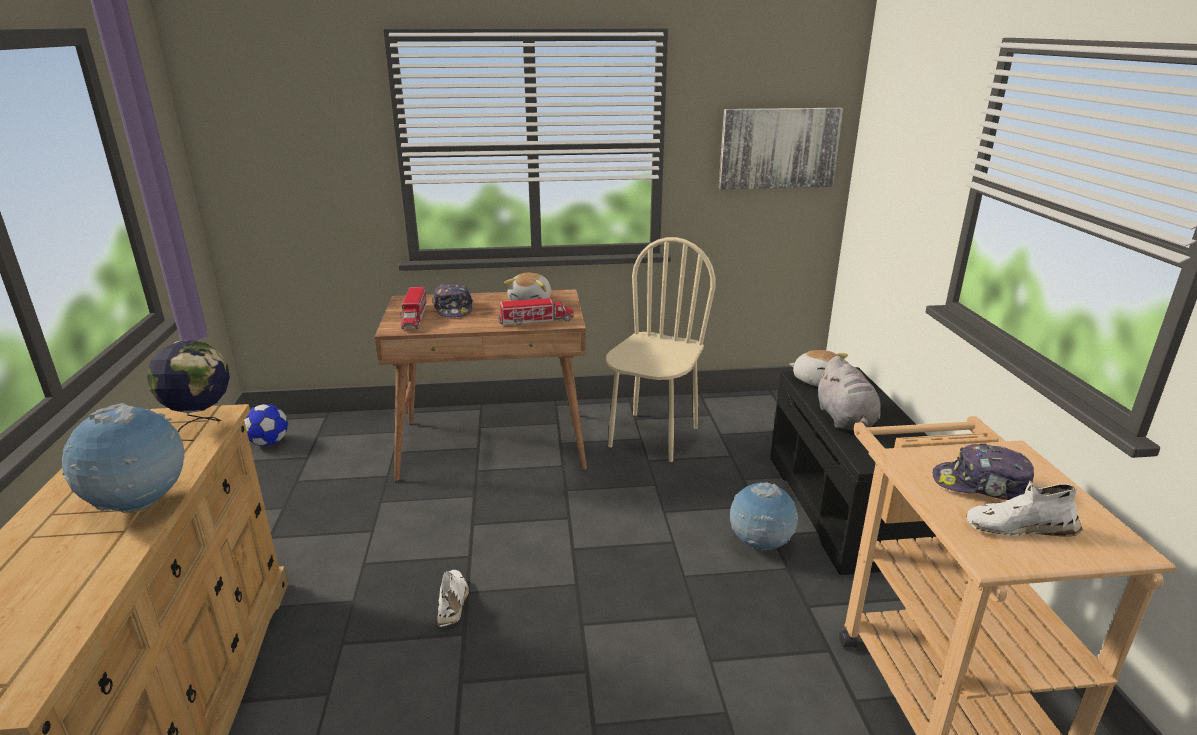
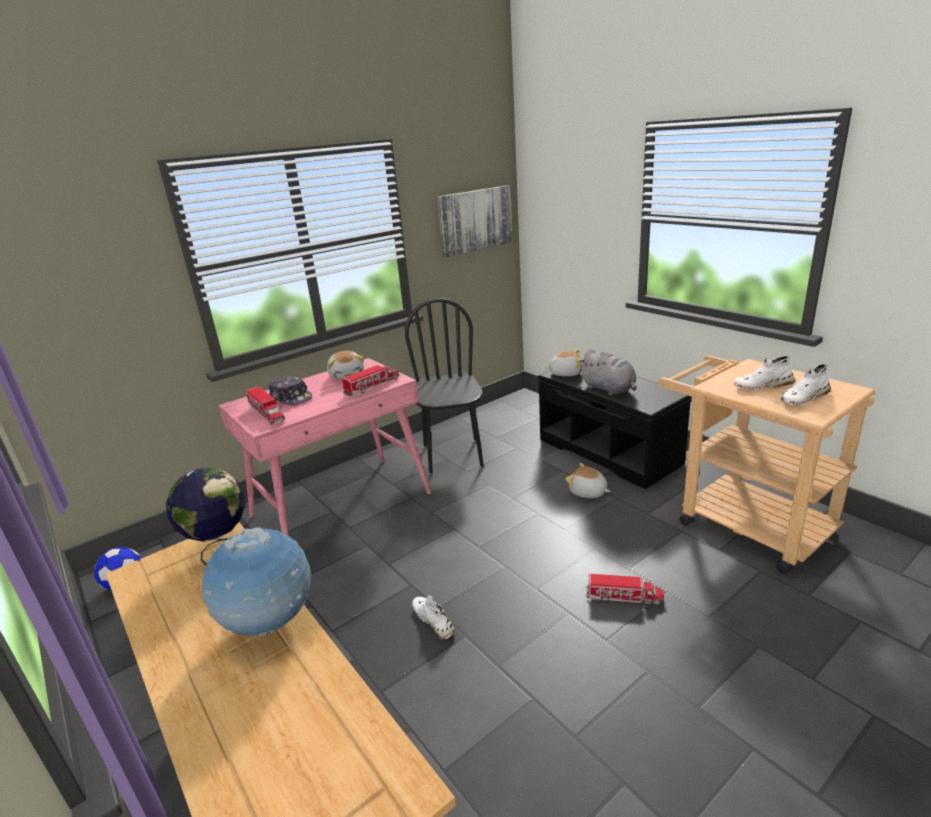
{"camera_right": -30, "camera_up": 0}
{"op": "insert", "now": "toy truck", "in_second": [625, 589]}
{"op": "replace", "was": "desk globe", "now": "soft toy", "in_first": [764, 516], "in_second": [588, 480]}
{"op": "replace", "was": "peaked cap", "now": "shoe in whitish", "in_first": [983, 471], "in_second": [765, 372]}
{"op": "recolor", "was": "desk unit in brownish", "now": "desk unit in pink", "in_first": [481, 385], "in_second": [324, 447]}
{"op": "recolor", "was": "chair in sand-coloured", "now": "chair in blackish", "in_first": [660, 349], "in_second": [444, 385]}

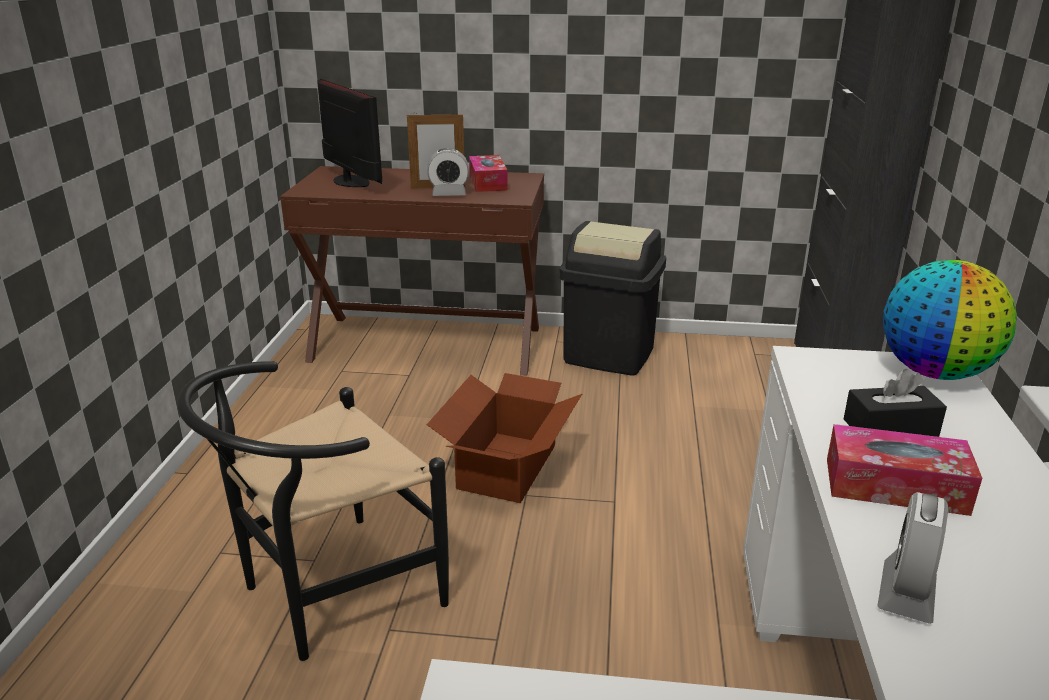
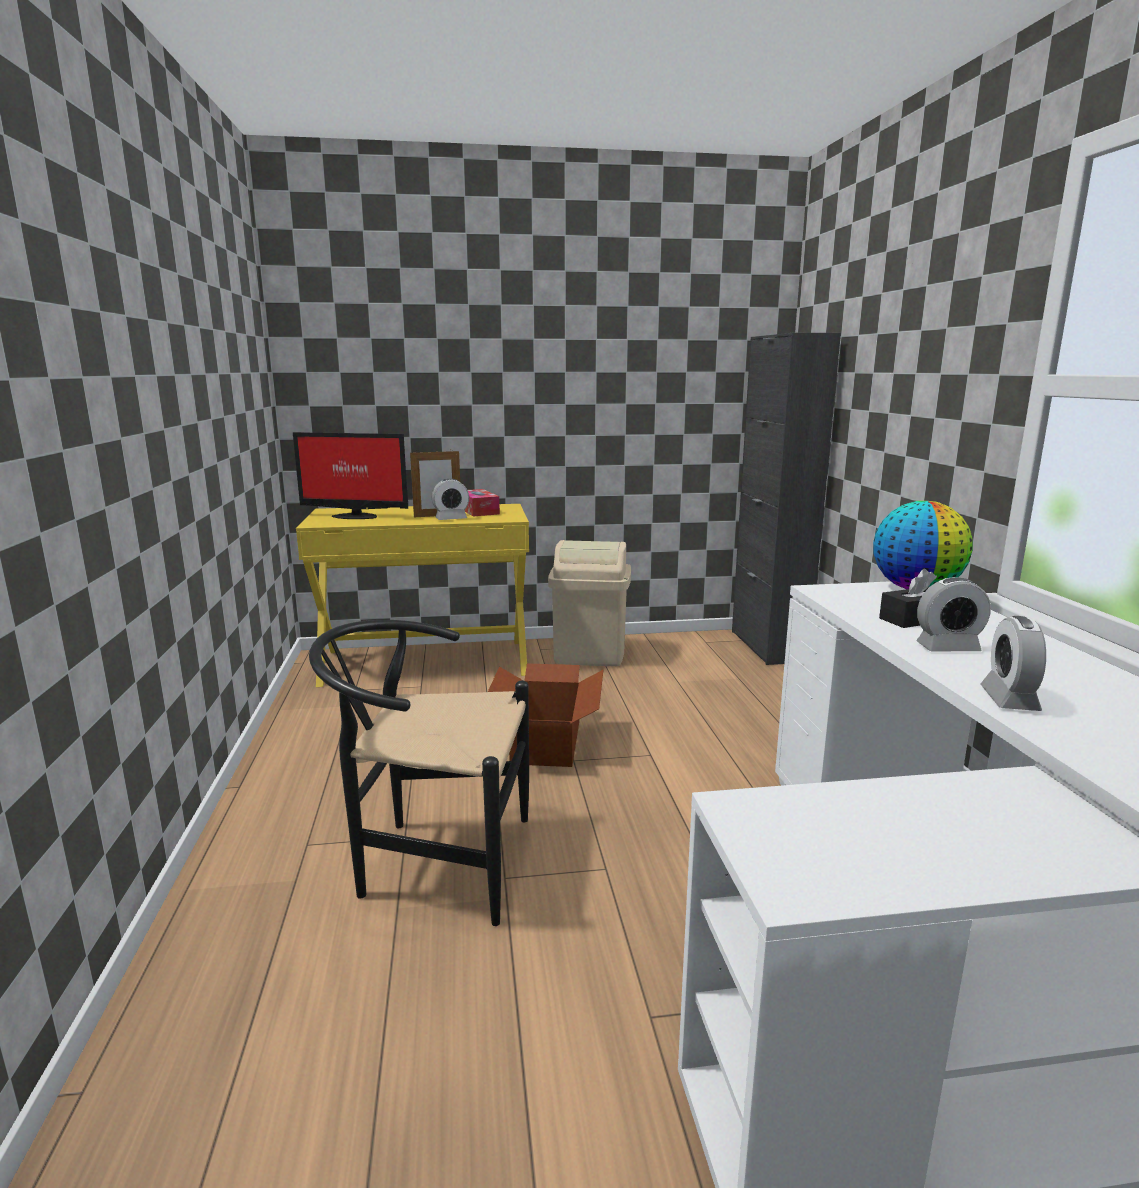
{"camera_right": -15, "camera_up": -10}
{"op": "replace", "was": "box of tissues", "now": "table clock", "in_first": [904, 470], "in_second": [953, 614]}
{"op": "recolor", "was": "desk unit in brownish", "now": "desk unit in yellowish", "in_first": [412, 271], "in_second": [412, 595]}
{"op": "recolor", "was": "waste bin in blackish", "now": "waste bin in sand-coloured", "in_first": [612, 298], "in_second": [589, 603]}
{"op": "rotate", "was": "chair in blackish", "in_first": [313, 511], "in_second": [419, 773], "clockwise": 60}
{"op": "rotate", "was": "computer display", "in_first": [349, 133], "in_second": [350, 475], "clockwise": 150}

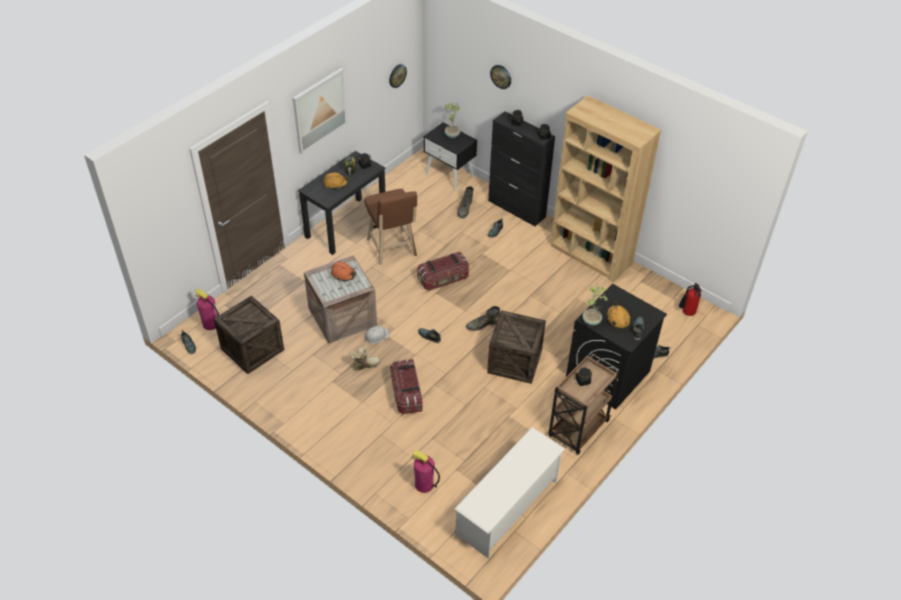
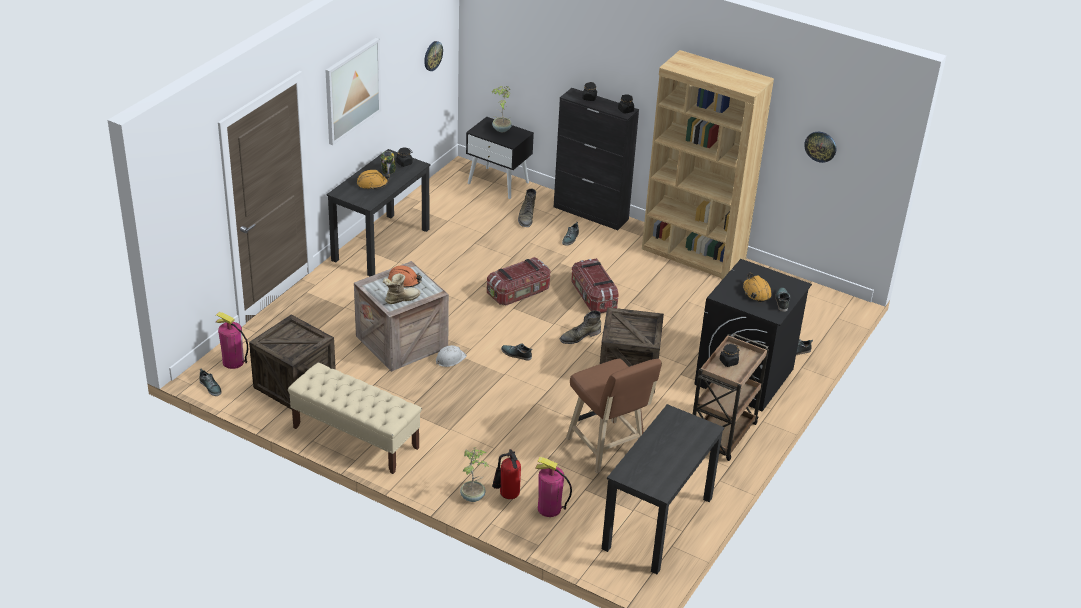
{"camera_right": -10, "camera_up": -10}
{"op": "insert", "now": "long seat in sand-coloured", "in_second": [355, 418]}
{"op": "move", "was": "high-top boot", "in_first": [365, 358], "in_second": [401, 288]}
{"op": "move", "was": "stool seat in brownish", "in_first": [390, 227], "in_second": [614, 416]}
{"op": "move", "was": "storage container", "in_first": [406, 386], "in_second": [595, 285]}
{"op": "move", "was": "clock on the wall", "in_first": [500, 77], "in_second": [820, 147]}
{"op": "move", "was": "potted plant", "in_first": [595, 305], "in_second": [474, 474]}
{"op": "move", "was": "extinguisher", "in_first": [690, 299], "in_second": [506, 474]}
{"op": "replace", "was": "shoe stand in whitish", "now": "desk unit in blackish", "in_first": [509, 493], "in_second": [663, 489]}

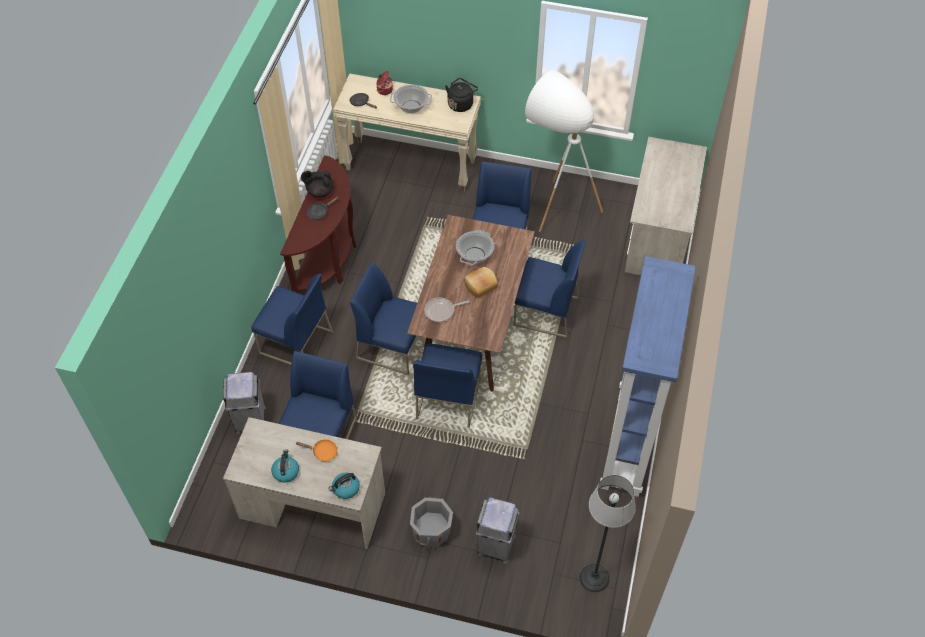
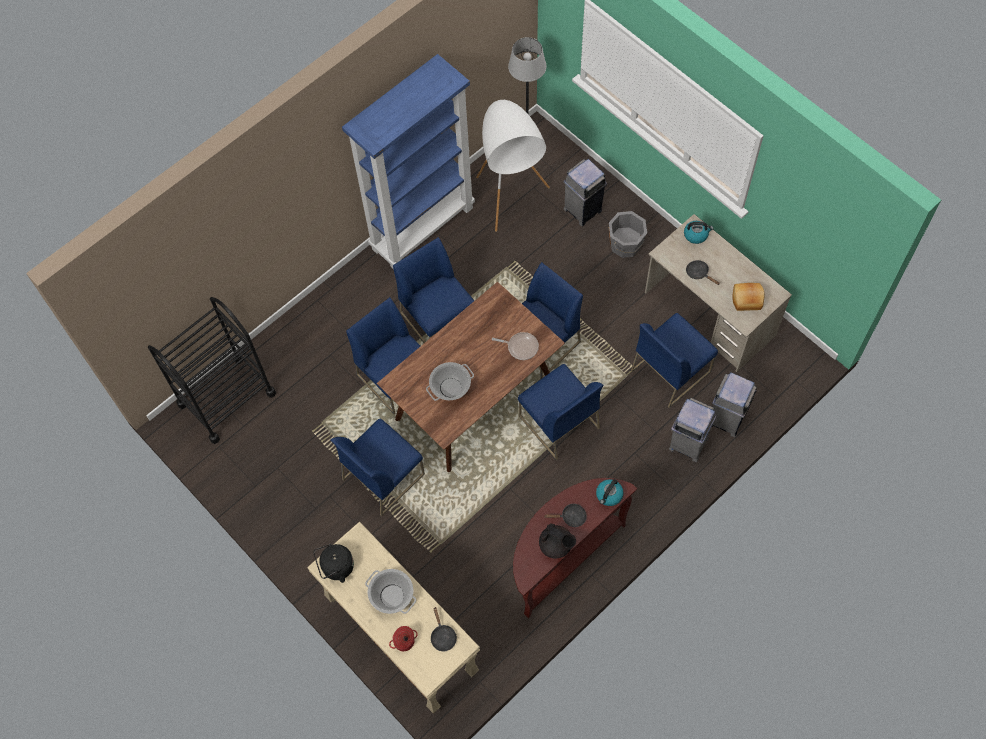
{"camera_right": -145, "camera_up": 10}
{"op": "insert", "now": "waste bin in grey", "in_second": [692, 430]}
{"op": "move", "was": "chair in blue-coloured", "in_first": [292, 319], "in_second": [433, 290]}
{"op": "move", "was": "tea kettle", "in_first": [285, 466], "in_second": [610, 492]}
{"op": "move", "was": "bakery bread", "in_first": [481, 282], "in_second": [749, 297]}
{"op": "move", "was": "standard lamp in whitish", "in_first": [564, 151], "in_second": [513, 166]}
{"op": "replace", "was": "desk unit in sand-coloured", "now": "wheeled cart in blackish", "in_first": [666, 206], "in_second": [212, 370]}
{"op": "recolor", "was": "frying pan in orange", "now": "frying pan in blackish", "in_first": [317, 450], "in_second": [703, 272]}

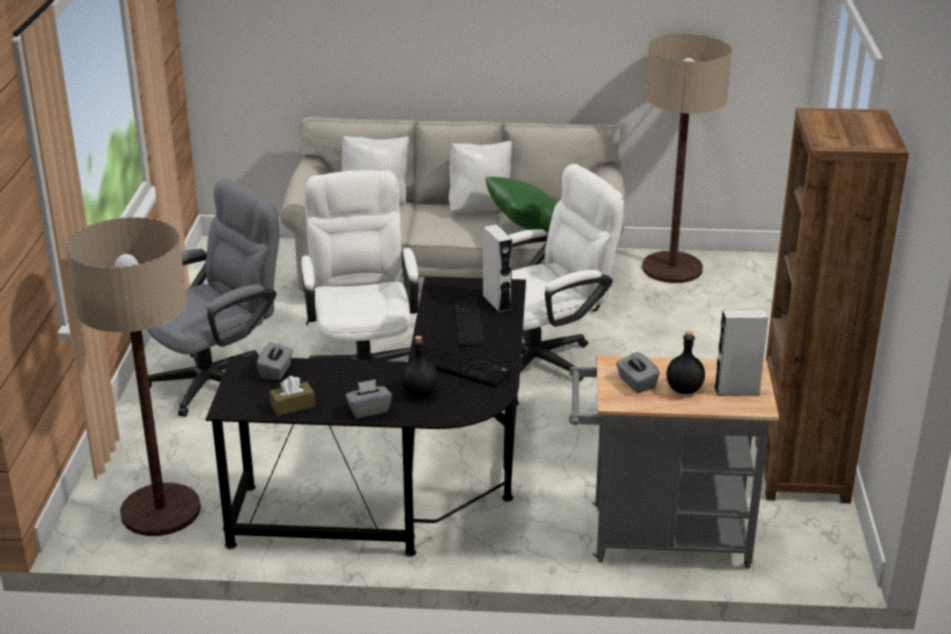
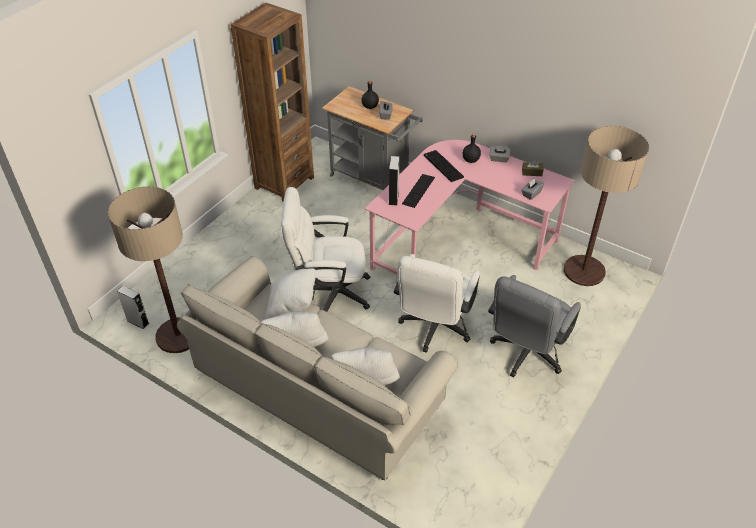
{"camera_right": -150, "camera_up": 15}
{"op": "move", "was": "audio speaker in grey", "in_first": [741, 352], "in_second": [133, 307]}
{"op": "recolor", "was": "desk unit in blackish", "now": "desk unit in pink", "in_first": [366, 417], "in_second": [470, 207]}
{"op": "recolor", "was": "pillow in green-coloured", "now": "pillow in whitish", "in_first": [521, 205], "in_second": [290, 293]}
{"op": "rotate", "was": "office chair in grey", "in_first": [213, 298], "in_second": [534, 326], "clockwise": -45}

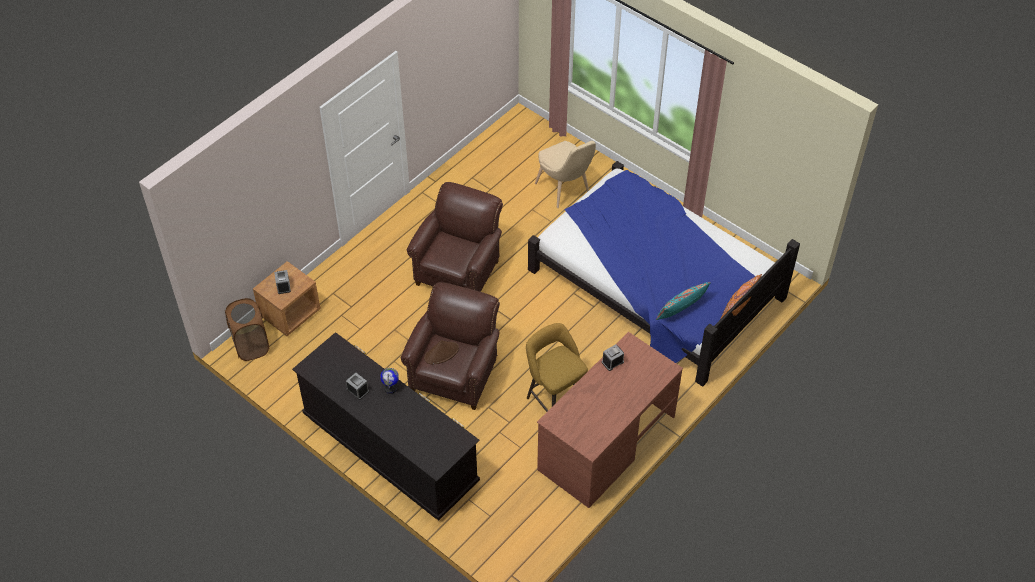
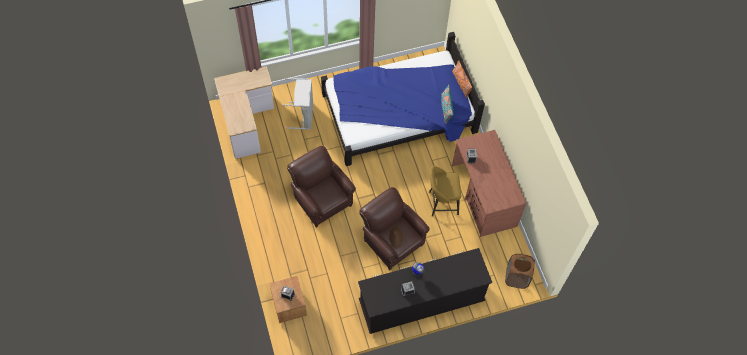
{"camera_right": -60, "camera_up": 10}
{"op": "insert", "now": "desk unit", "in_second": [244, 112]}
{"op": "move", "was": "hamper in brownish", "in_first": [247, 329], "in_second": [520, 271]}
{"op": "replace", "was": "chair in sand-coloured", "now": "hamper in grey", "in_first": [565, 174], "in_second": [297, 104]}

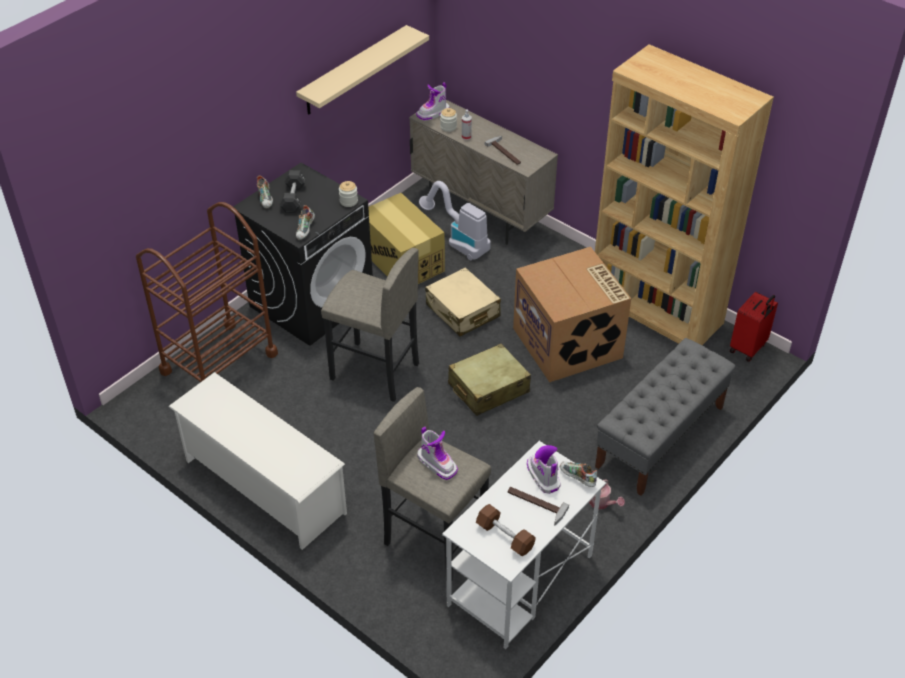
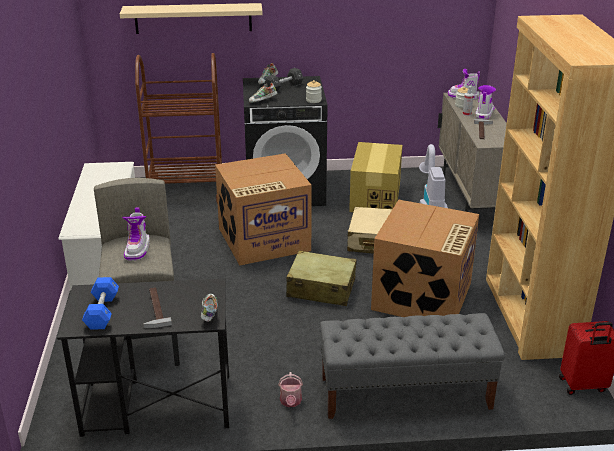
{"camera_right": 45, "camera_up": -15}
{"op": "move", "was": "wall shelf in sand-coloured", "in_first": [362, 70], "in_second": [191, 18]}
{"op": "move", "was": "high-top boot", "in_first": [544, 469], "in_second": [485, 102]}
{"op": "replace", "was": "stool seat in grey", "now": "cardboard box", "in_first": [370, 325], "in_second": [263, 209]}
{"op": "recolor", "was": "desk unit in whitish", "now": "desk unit in blackish", "in_first": [524, 545], "in_second": [143, 358]}
{"op": "recolor", "was": "dumbbell in brownish", "now": "dumbbell in blue-coloured", "in_first": [506, 530], "in_second": [100, 303]}

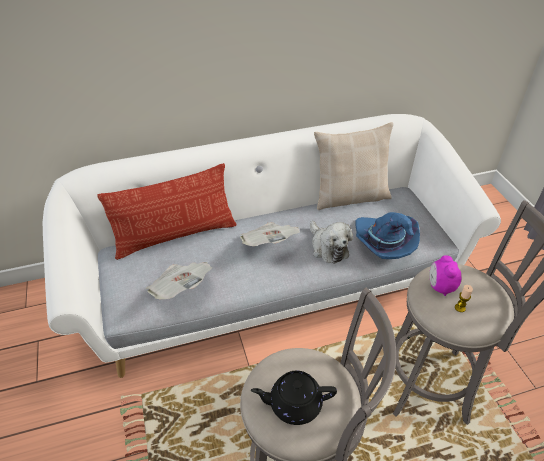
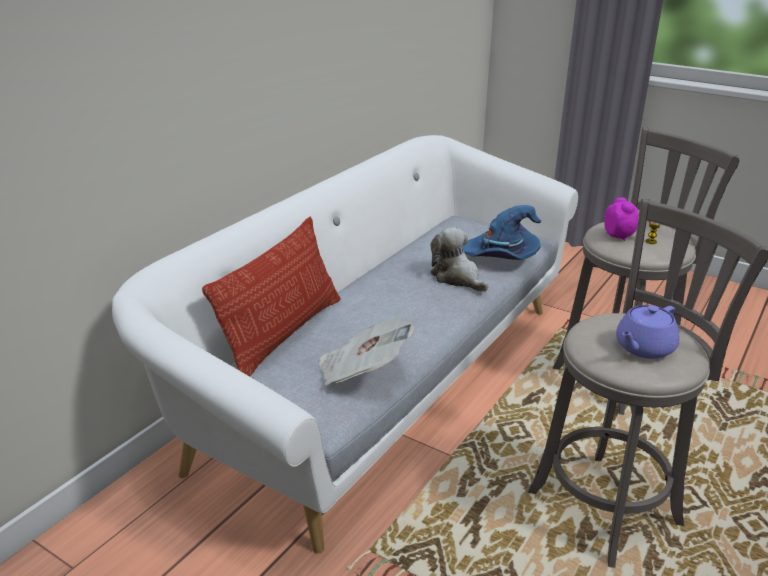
{"camera_right": -40, "camera_up": -15}
{"op": "delete", "was": "daily paper", "in_first": [270, 234]}
{"op": "delete", "was": "pillow in sand-coloured", "in_first": [353, 166]}
{"op": "recolor", "was": "teapot in blackish", "now": "teapot in purple", "in_first": [294, 398], "in_second": [648, 332]}
{"op": "rotate", "was": "soft toy", "in_first": [331, 242], "in_second": [459, 259], "clockwise": -150}
{"op": "rotate", "was": "table clock", "in_first": [445, 275], "in_second": [621, 219], "clockwise": -150}

